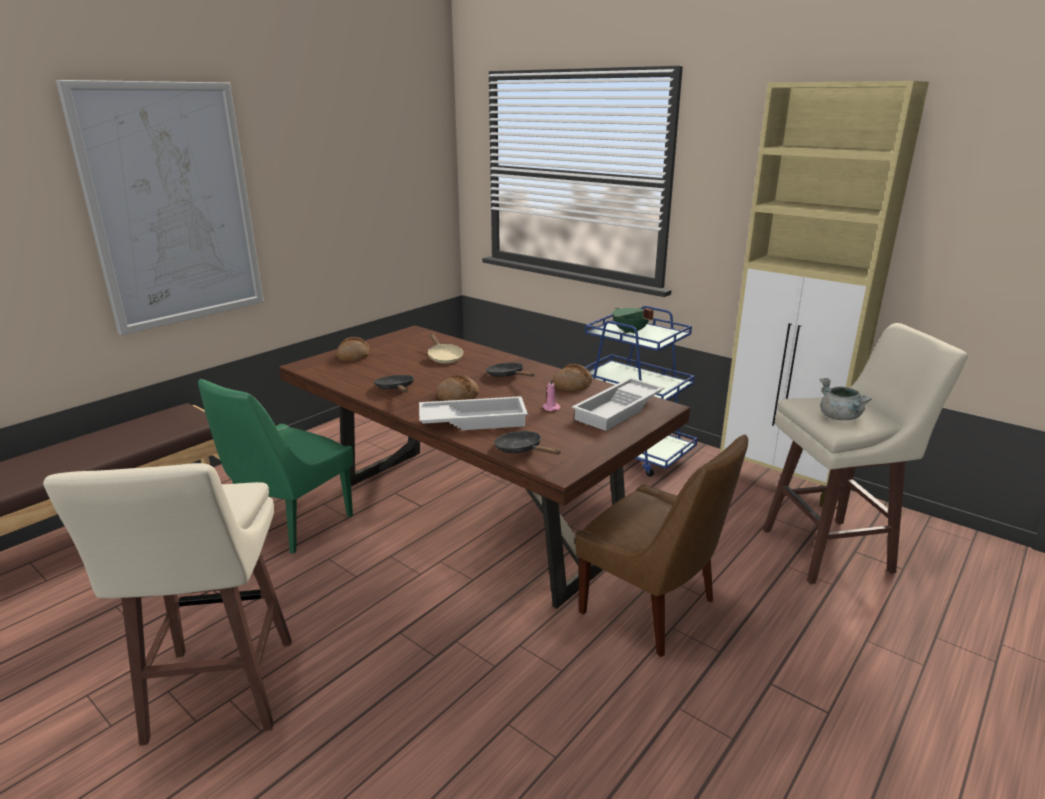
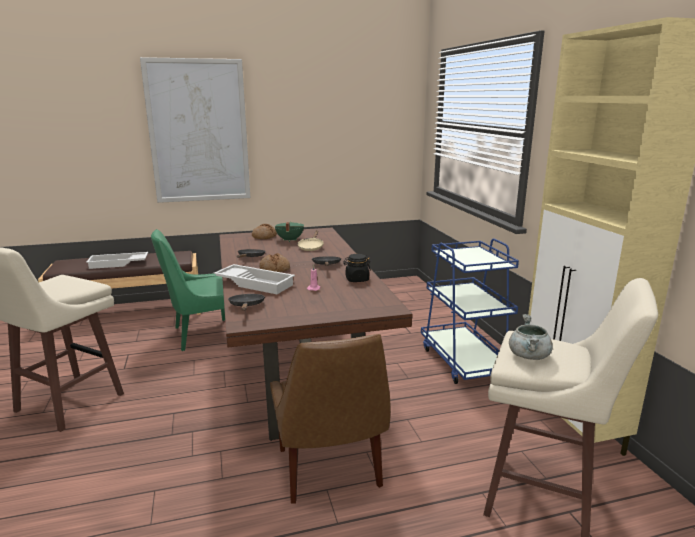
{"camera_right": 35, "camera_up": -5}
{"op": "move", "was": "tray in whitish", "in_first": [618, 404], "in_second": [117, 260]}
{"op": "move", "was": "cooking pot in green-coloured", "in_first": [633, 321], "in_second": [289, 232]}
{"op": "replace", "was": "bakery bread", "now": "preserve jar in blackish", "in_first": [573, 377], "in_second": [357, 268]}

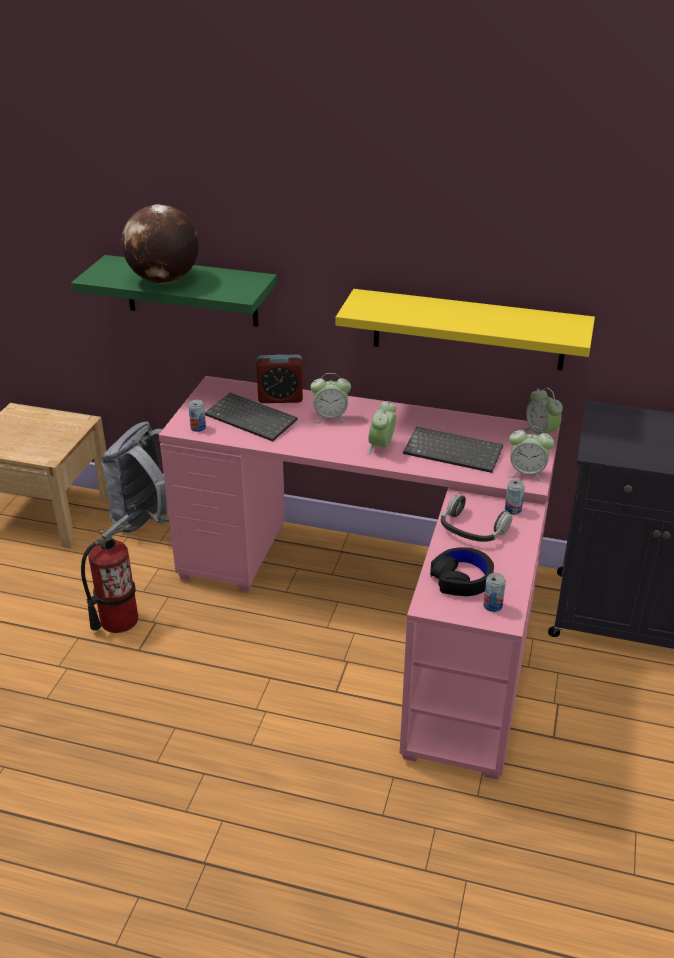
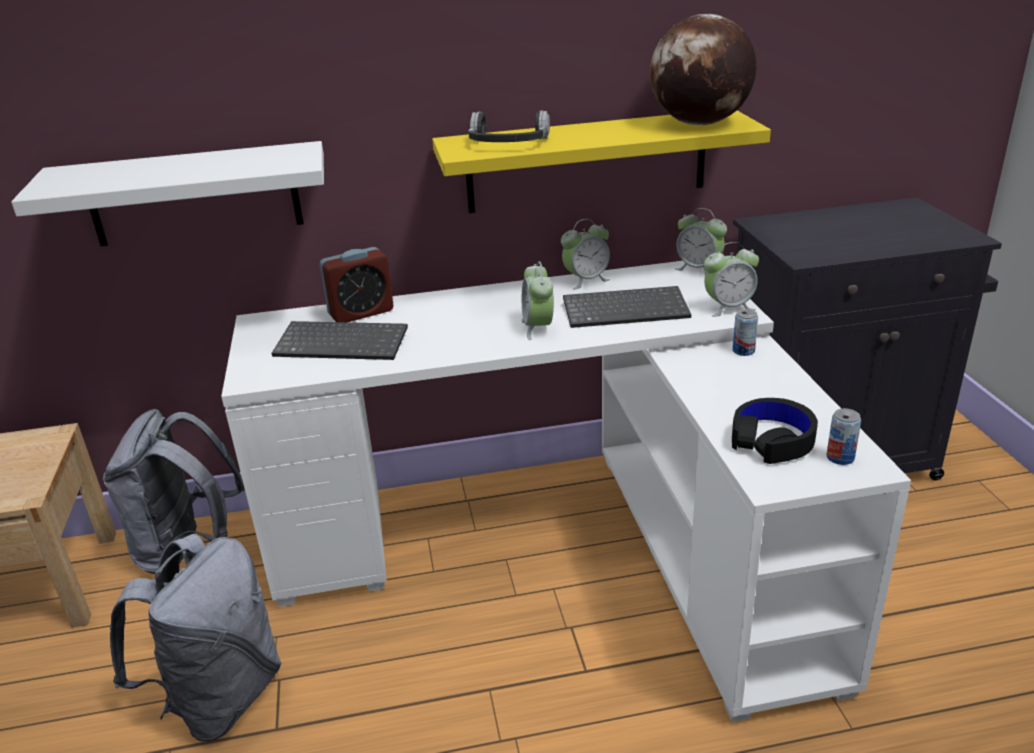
{"camera_right": -25, "camera_up": -5}
{"op": "delete", "was": "can", "in_first": [197, 416]}
{"op": "move", "was": "desk globe", "in_first": [160, 244], "in_second": [703, 69]}
{"op": "move", "was": "table clock", "in_first": [330, 398], "in_second": [586, 254]}
{"op": "move", "was": "headphones", "in_first": [476, 518], "in_second": [509, 126]}
{"op": "replace", "was": "extinguisher", "now": "knapsack in grey", "in_first": [109, 574], "in_second": [196, 638]}
{"op": "recolor", "was": "wall shelf in green-coloured", "now": "wall shelf in whitish", "in_first": [174, 291], "in_second": [167, 193]}
{"op": "recolor", "was": "desk unit in pink", "now": "desk unit in whitish", "in_first": [359, 578], "in_second": [566, 491]}

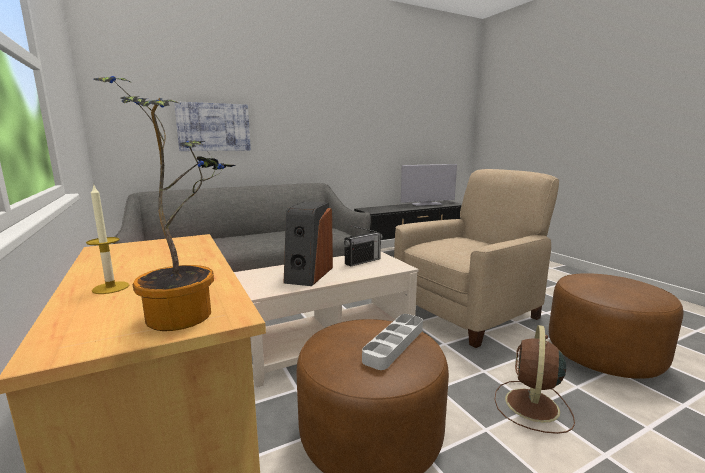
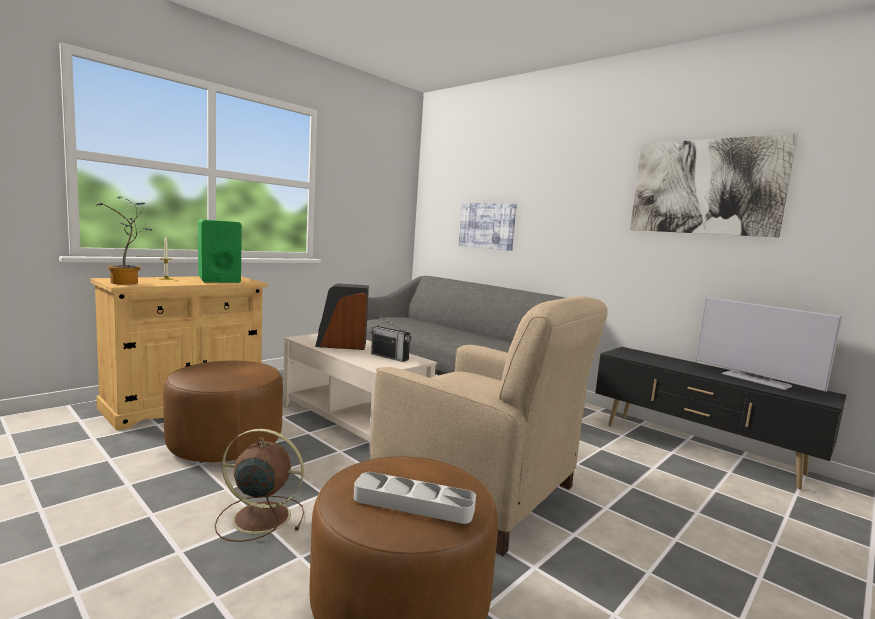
{"camera_right": 70, "camera_up": -5}
{"op": "insert", "now": "audio speaker in green-coloured", "in_second": [220, 251]}
{"op": "insert", "now": "wall picture", "in_second": [714, 185]}
{"op": "move", "was": "tray in grey", "in_first": [392, 342], "in_second": [415, 498]}

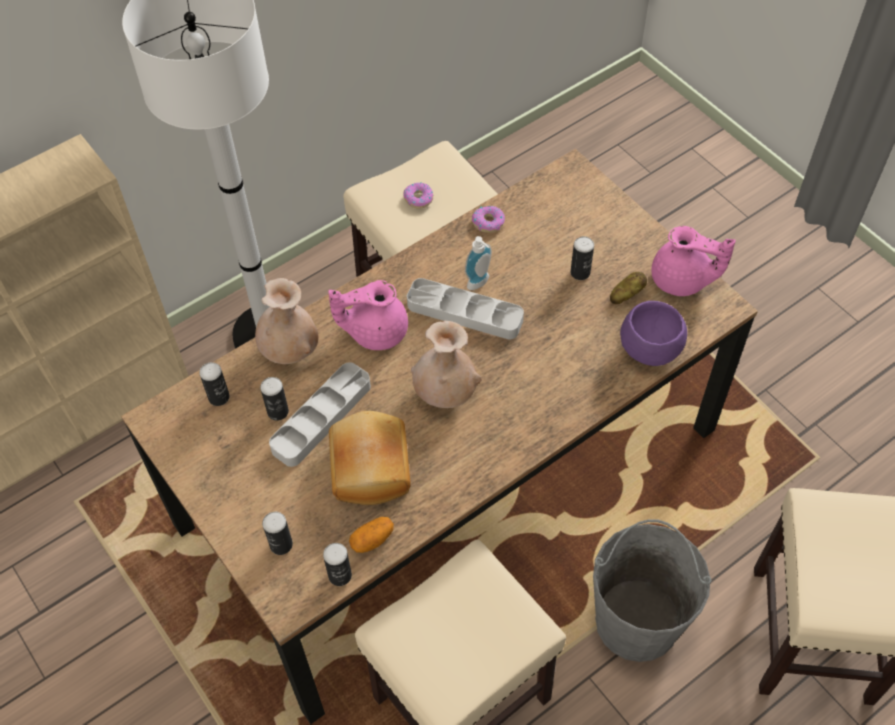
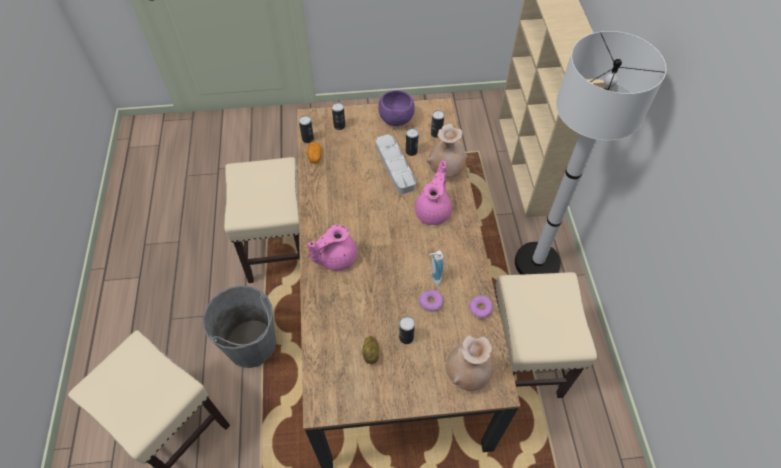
{"camera_right": 120, "camera_up": 0}
{"op": "delete", "was": "bakery bread", "in_first": [370, 458]}
{"op": "delete", "was": "tray in grey", "in_first": [465, 309]}
{"op": "move", "was": "doughnut", "in_first": [418, 196], "in_second": [431, 301]}
{"op": "move", "was": "vase in sand-coloured", "in_first": [446, 364], "in_second": [469, 363]}
{"op": "move", "was": "deep dish in purple", "in_first": [653, 333], "in_second": [396, 108]}
{"op": "move", "was": "teapot in pink", "in_first": [693, 261], "in_second": [332, 247]}

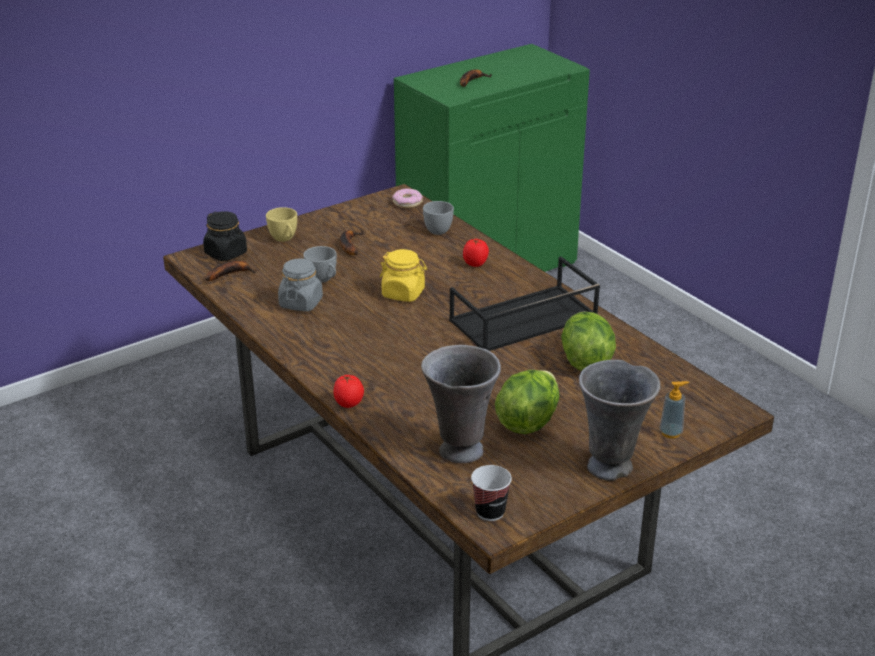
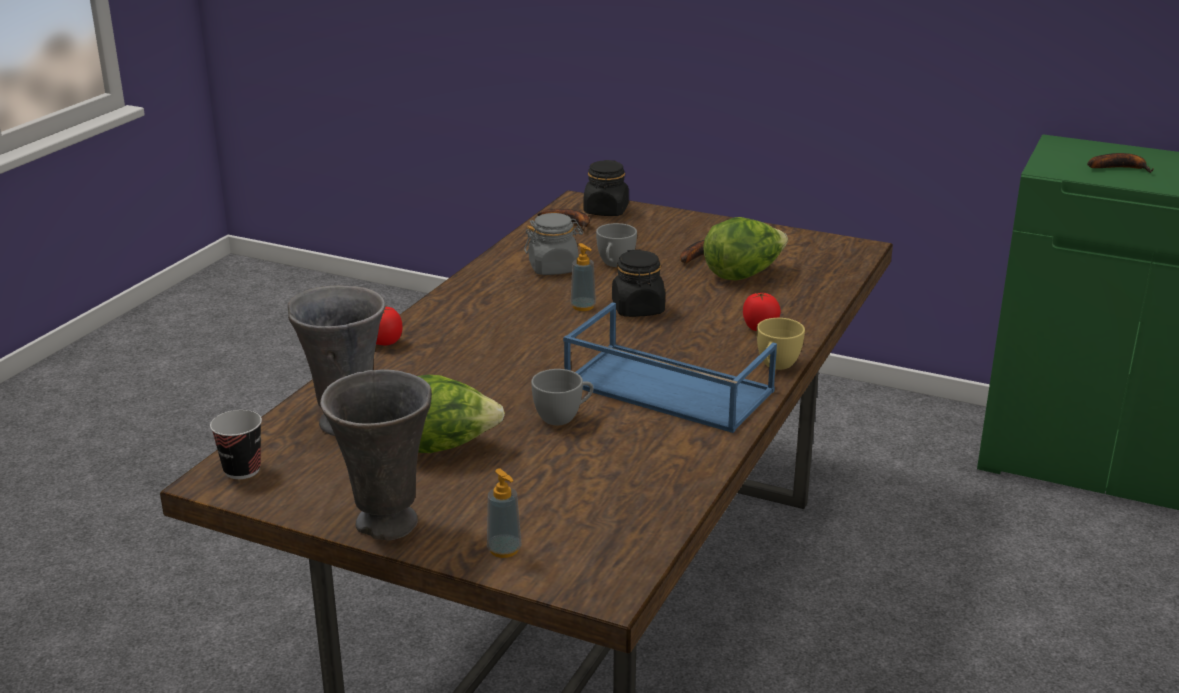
{"camera_right": 60, "camera_up": -5}
{"op": "delete", "was": "doughnut", "in_first": [407, 198]}
{"op": "insert", "now": "liquid soap bottle", "in_second": [583, 277]}
{"op": "move", "was": "drinking cup in yellowish", "in_first": [281, 224], "in_second": [781, 344]}
{"op": "move", "was": "drinking cup in grey", "in_first": [438, 218], "in_second": [562, 397]}
{"op": "move", "was": "lettuce", "in_first": [588, 341], "in_second": [745, 248]}
{"op": "recolor", "was": "preserve jar in yellowish", "now": "preserve jar in blackish", "in_first": [403, 275], "in_second": [638, 283]}
{"op": "recolor", "was": "tray in blackish", "now": "tray in blue-coloured", "in_first": [524, 304], "in_second": [670, 367]}

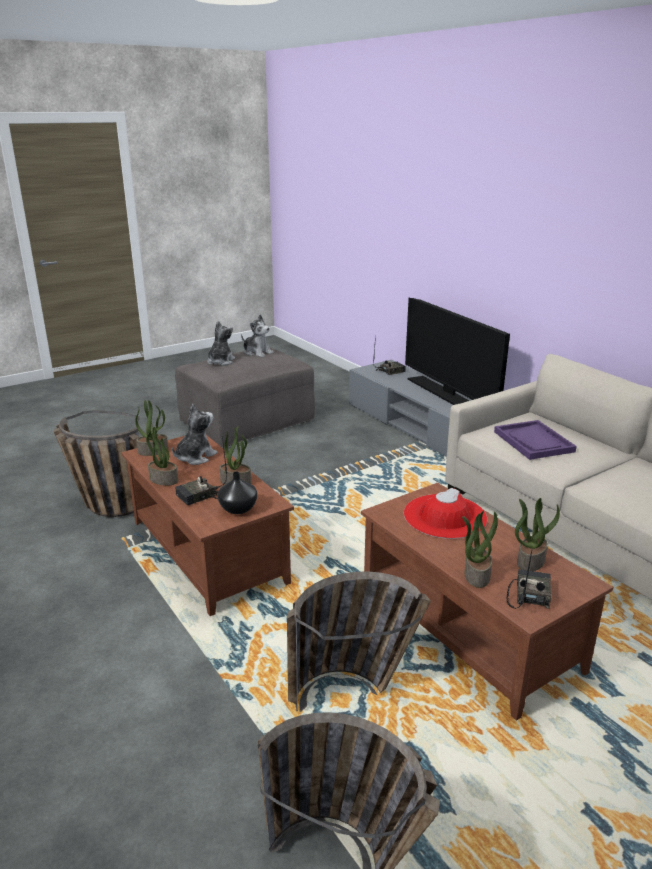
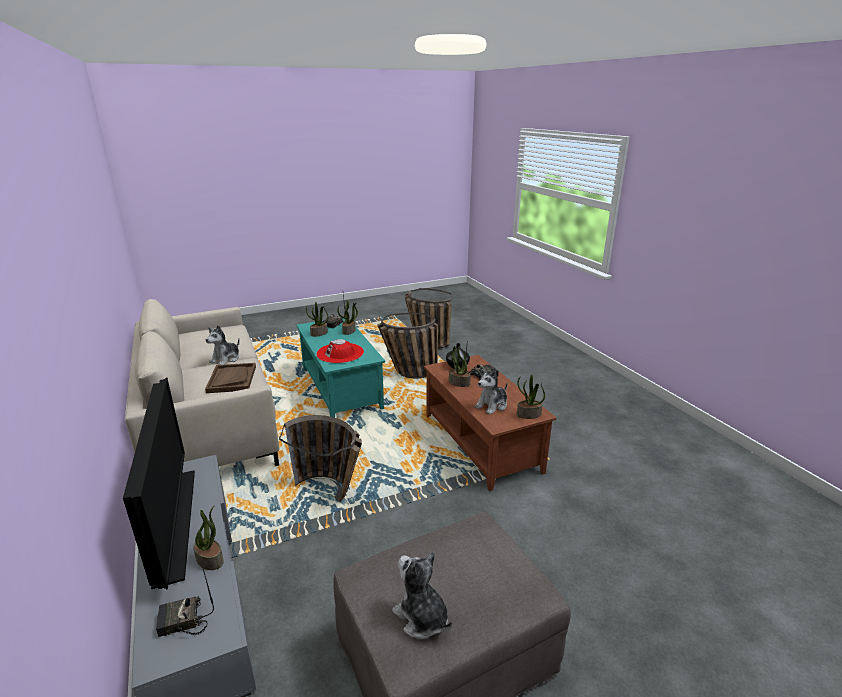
{"camera_right": -170, "camera_up": 0}
{"op": "move", "was": "basket", "in_first": [96, 464], "in_second": [320, 458]}
{"op": "move", "was": "potted plant", "in_first": [162, 455], "in_second": [208, 537]}
{"op": "move", "was": "soft toy", "in_first": [221, 343], "in_second": [223, 345]}
{"op": "recolor", "was": "lounge table in brownish", "now": "lounge table in turquoise", "in_first": [487, 601], "in_second": [340, 368]}
{"op": "recolor", "was": "tray in purple", "now": "tray in brownish", "in_first": [535, 440], "in_second": [230, 378]}

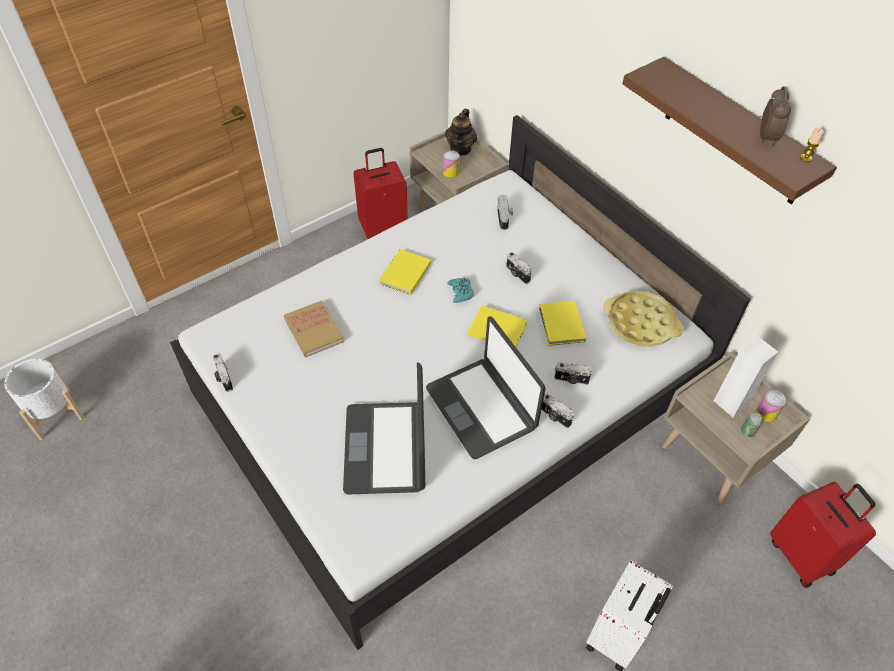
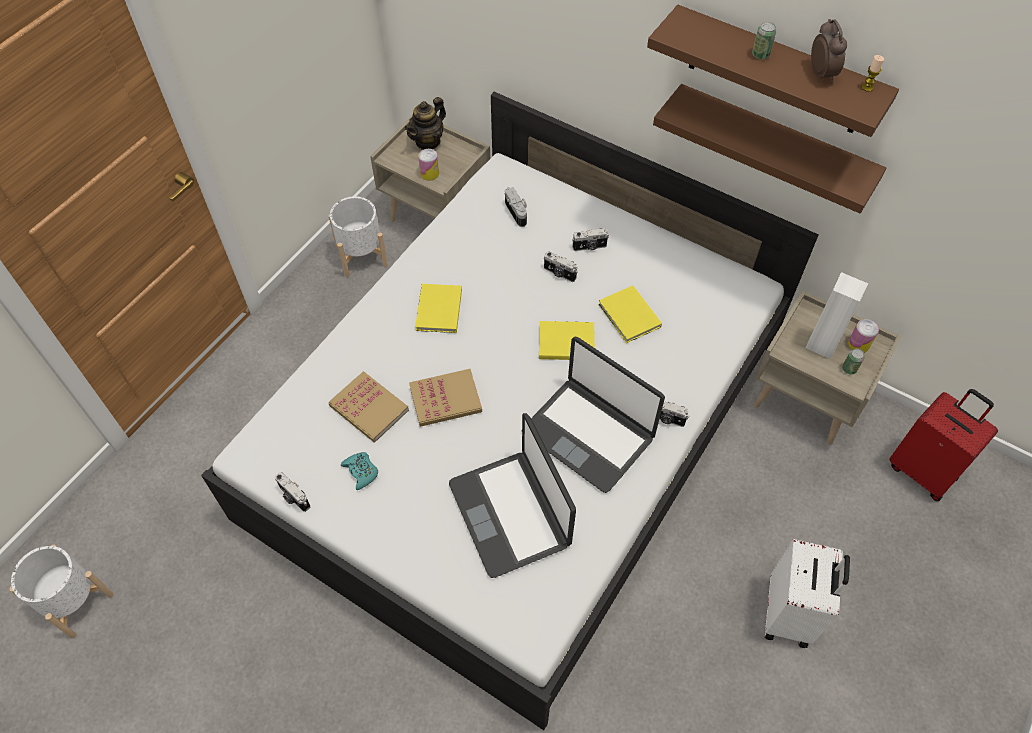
{"camera_right": -20, "camera_up": 5}
{"op": "delete", "was": "tray in yellowish", "in_first": [643, 318]}
{"op": "insert", "now": "volume", "in_second": [445, 398]}
{"op": "insert", "now": "wall shelf in brownish", "in_second": [769, 148]}
{"op": "insert", "now": "can", "in_second": [764, 40]}
{"op": "move", "was": "gamepad in turquoise", "in_first": [460, 290], "in_second": [359, 471]}
{"op": "move", "was": "still camera", "in_first": [573, 373], "in_second": [590, 239]}
{"op": "replace", "was": "travel case in red", "now": "plant pot in whitish", "in_first": [380, 193], "in_second": [358, 236]}
{"op": "rotate", "was": "teapot", "in_first": [461, 132], "in_second": [425, 123], "clockwise": 45}

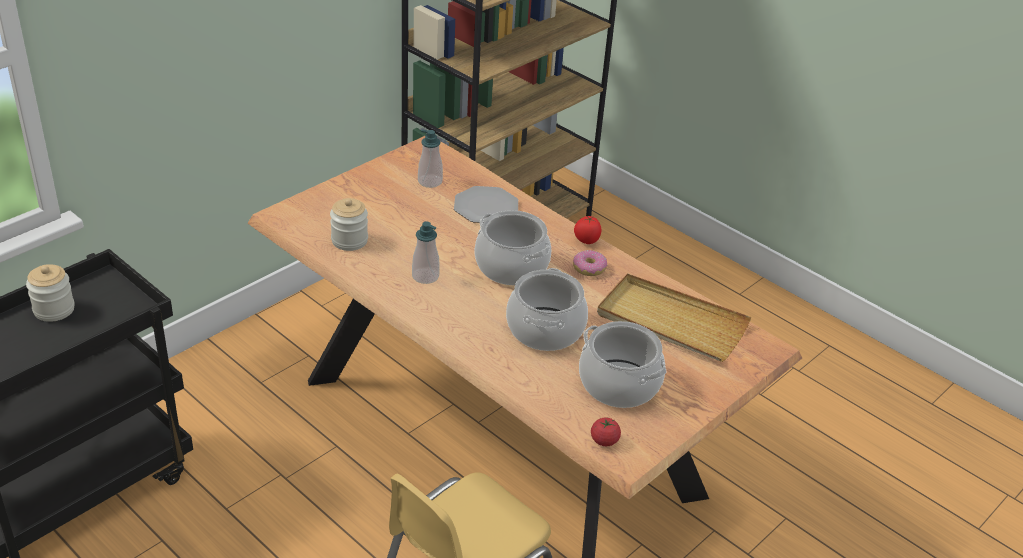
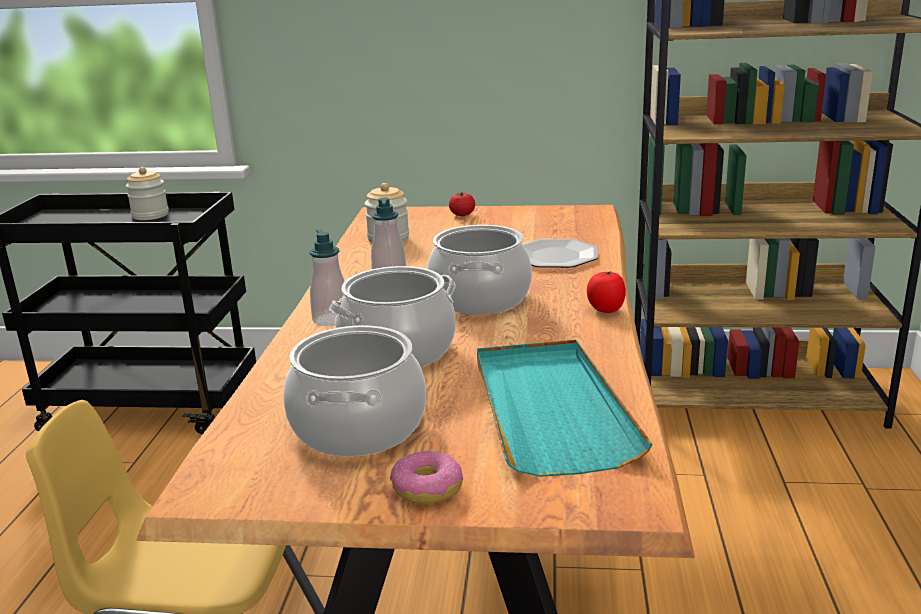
{"camera_right": 55, "camera_up": -15}
{"op": "move", "was": "liquid soap bottle", "in_first": [430, 158], "in_second": [327, 277]}
{"op": "move", "was": "doughnut", "in_first": [590, 263], "in_second": [426, 477]}
{"op": "move", "was": "fresh tomato", "in_first": [606, 432], "in_second": [462, 204]}
{"op": "recolor", "was": "tray in sand-coloured", "now": "tray in turquoise", "in_first": [674, 317], "in_second": [564, 408]}

